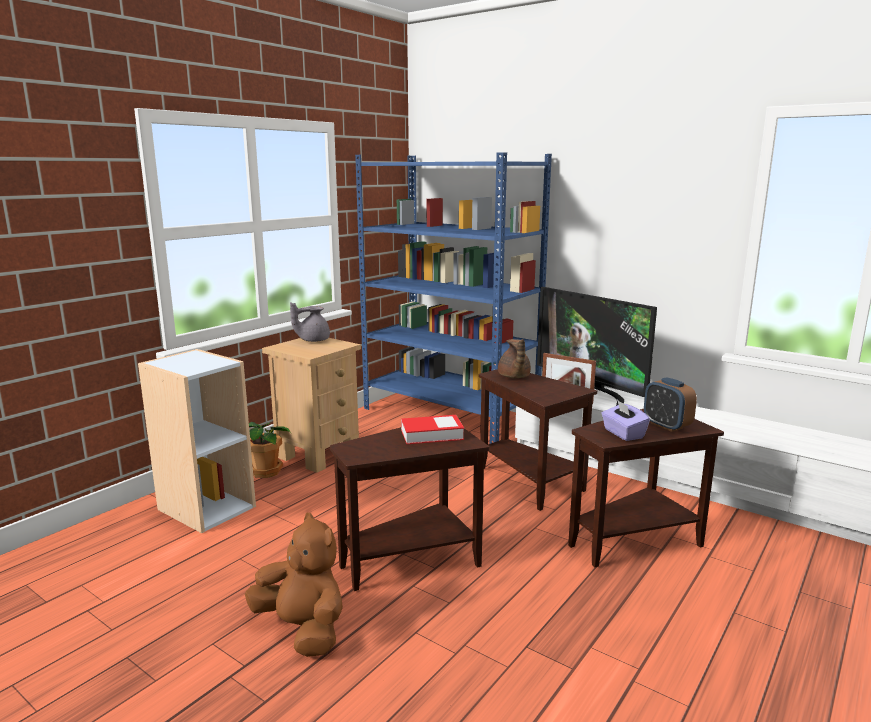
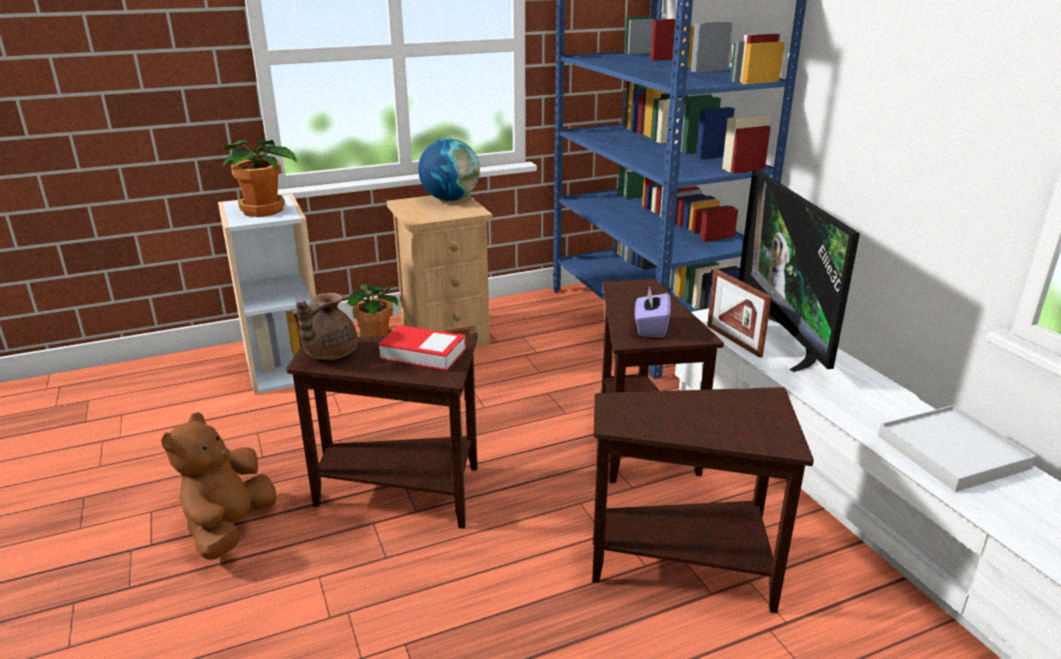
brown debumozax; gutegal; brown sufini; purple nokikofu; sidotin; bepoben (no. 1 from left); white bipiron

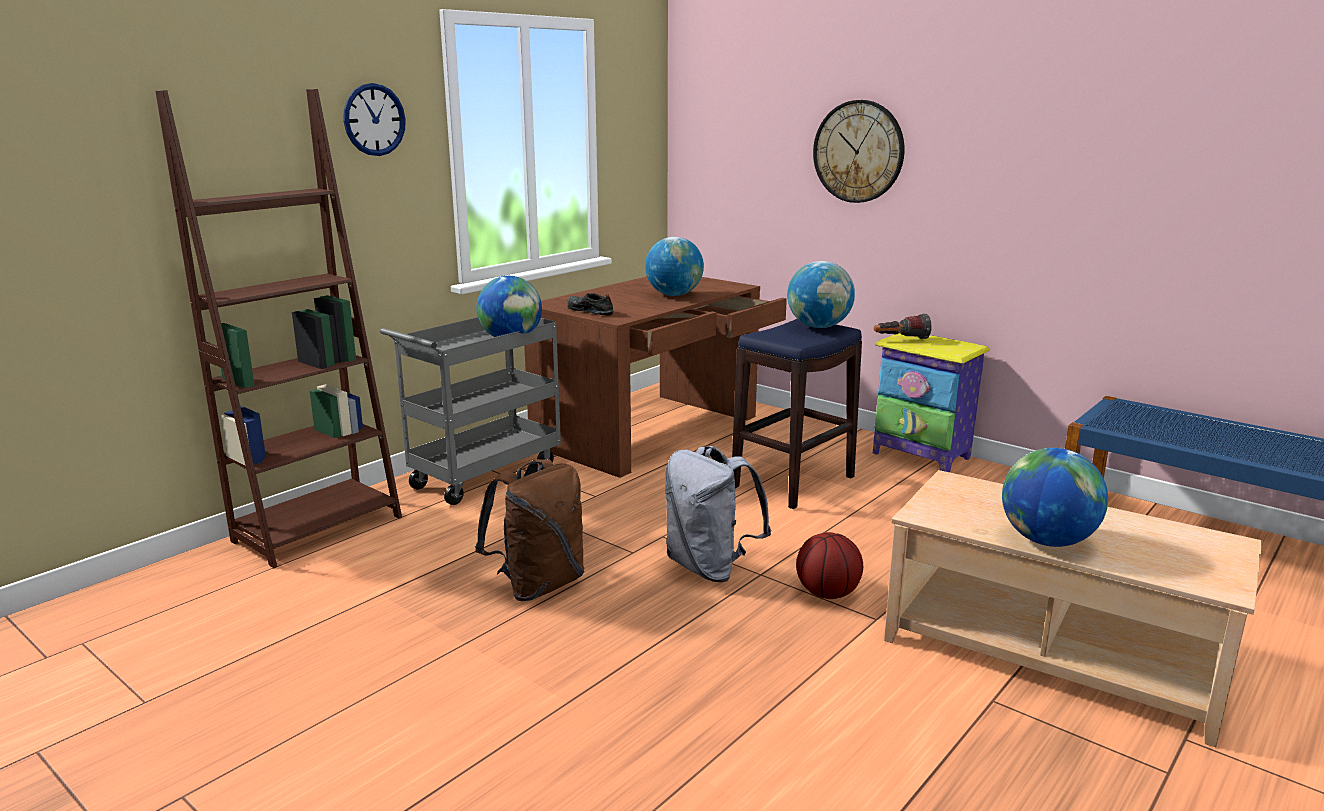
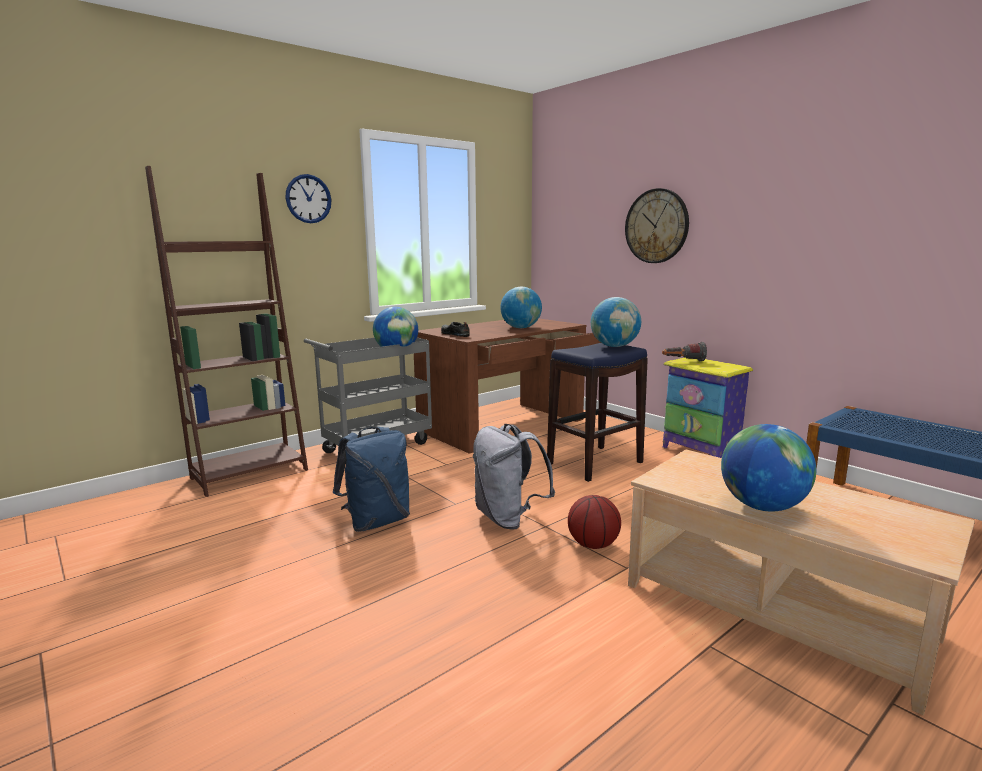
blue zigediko

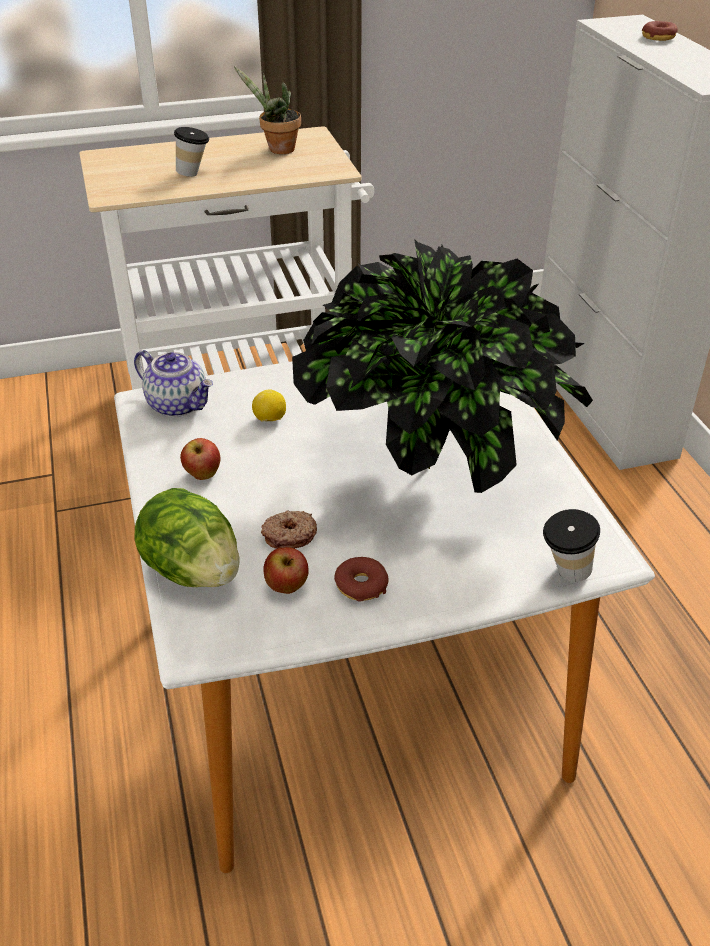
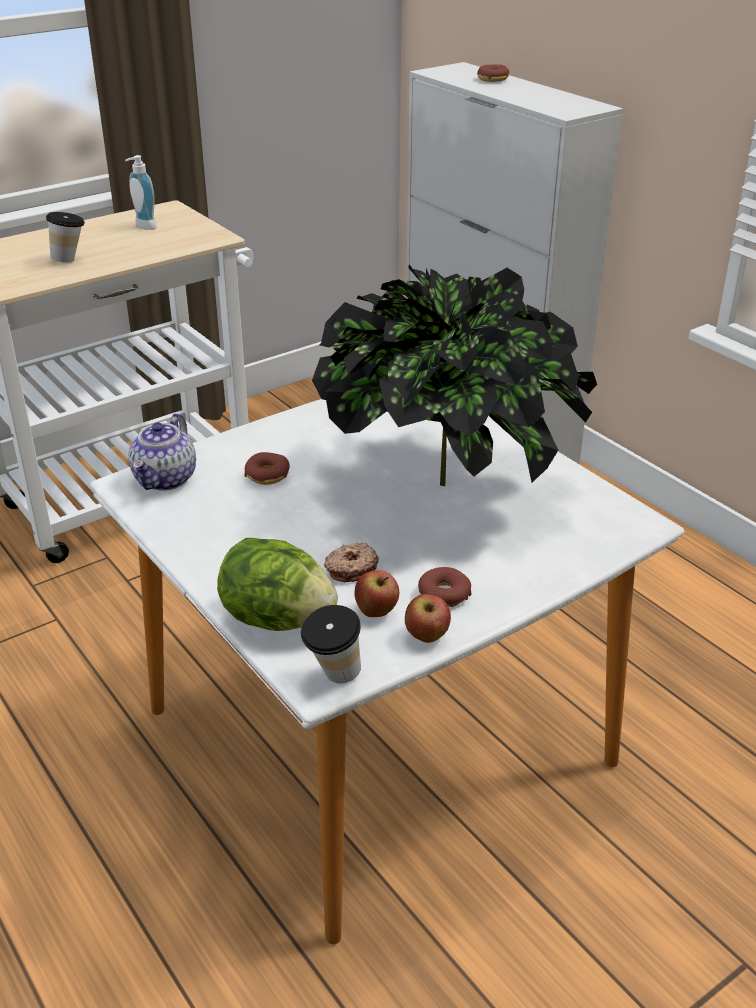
sufini; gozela (no. 2 from left); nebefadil; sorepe (no. 1 from left); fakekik (no. 2 from left)

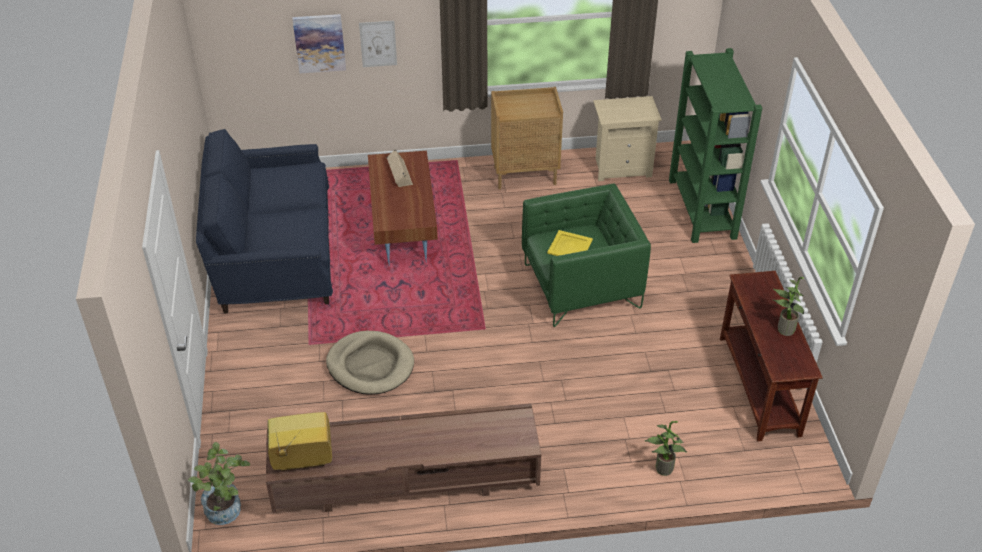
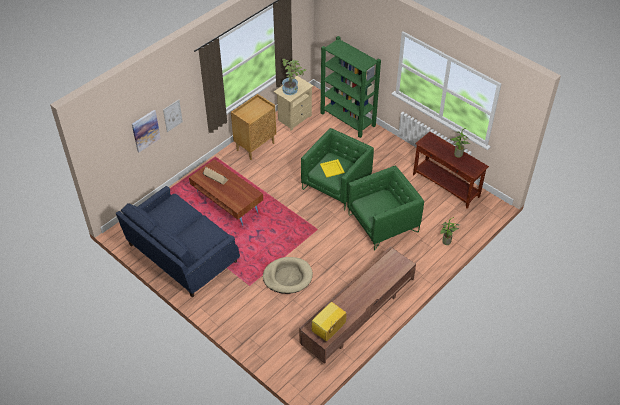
bepoben (no. 1 from left); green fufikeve (no. 2 from left)

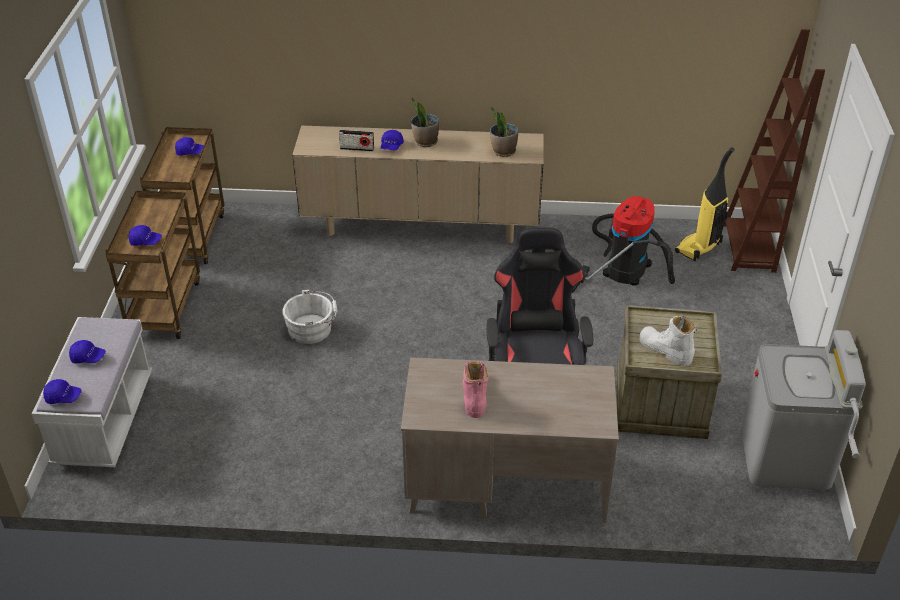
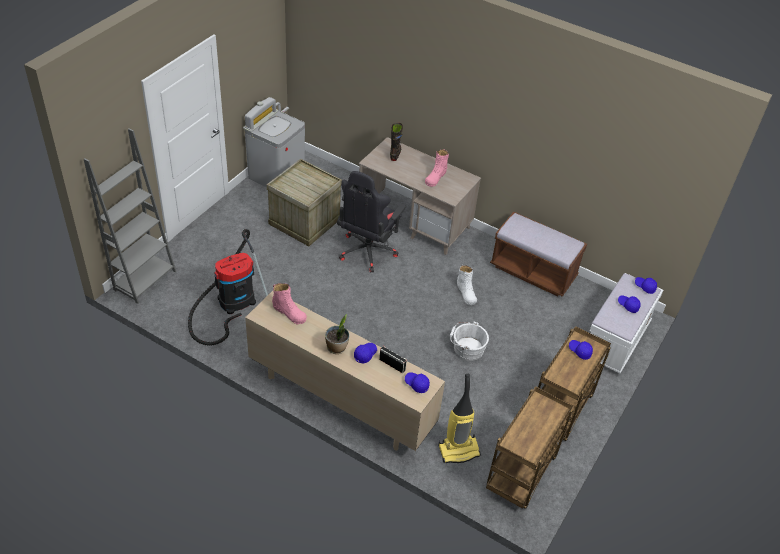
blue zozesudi (no. 2 from left); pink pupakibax (no. 1 from left); white pupakibax; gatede (no. 2 from left); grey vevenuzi; black pupakibax; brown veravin

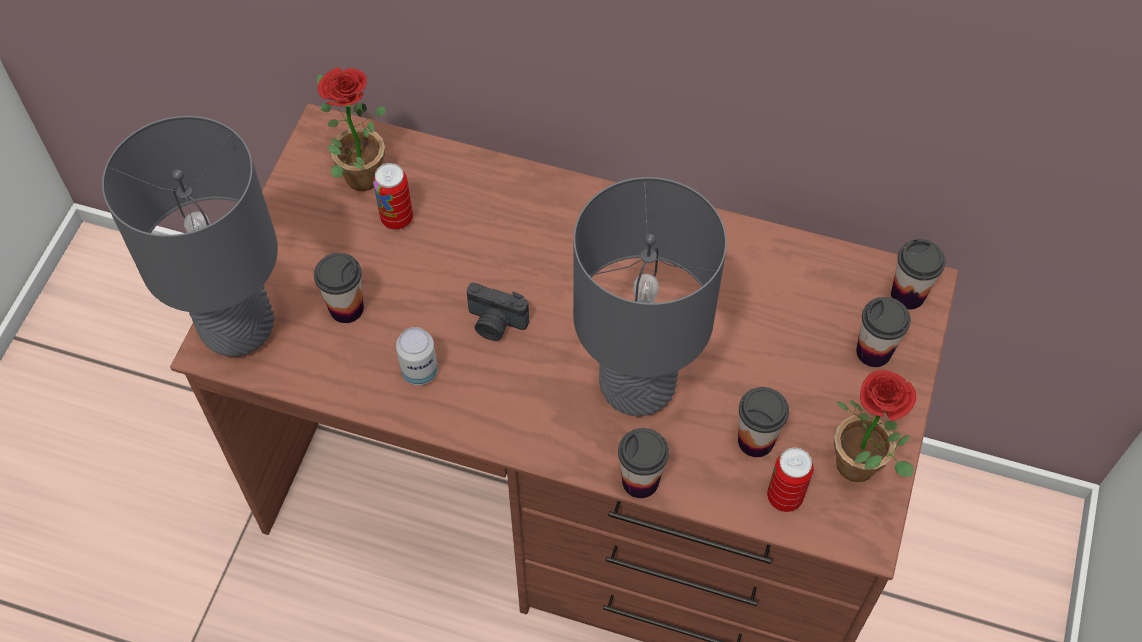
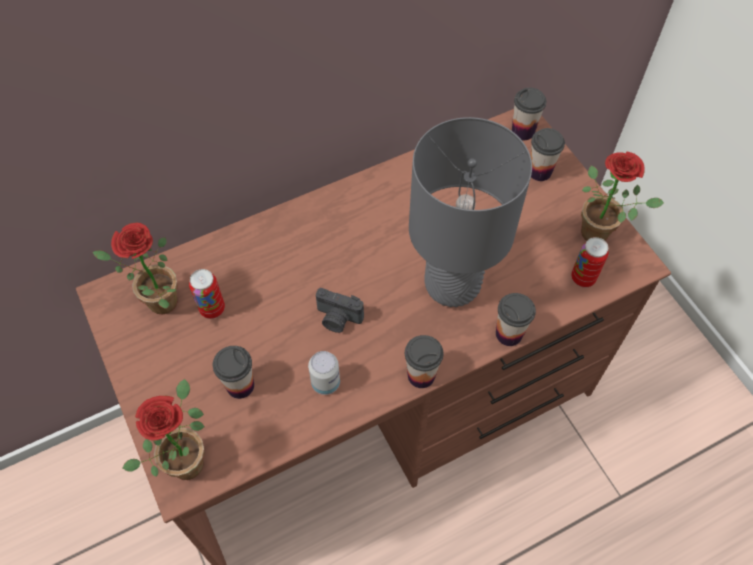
bepoben (no. 2 from left); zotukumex; fakekik (no. 2 from left)

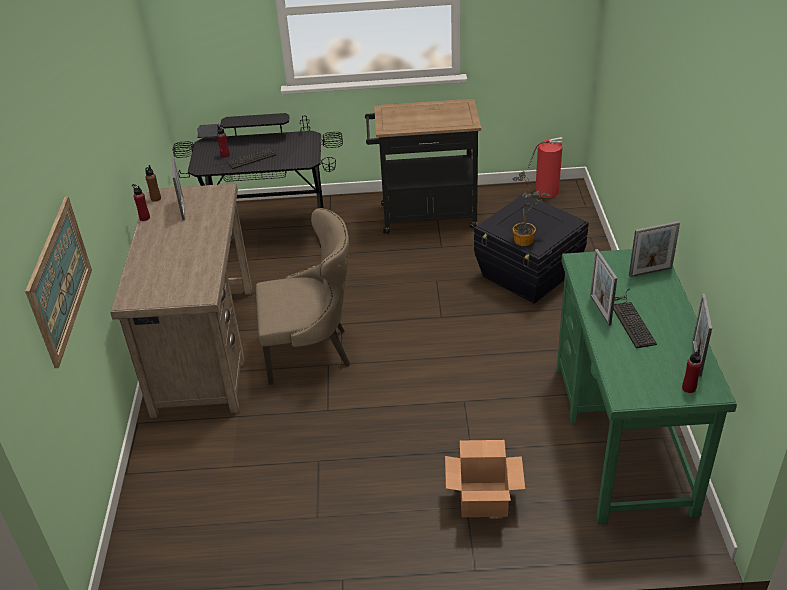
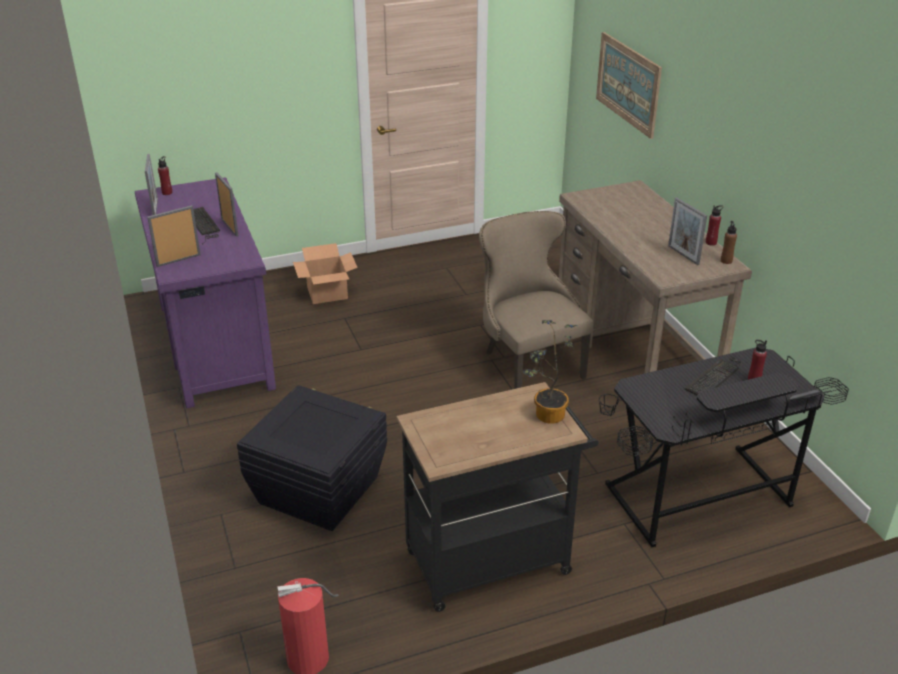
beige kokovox; bepoben; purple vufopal

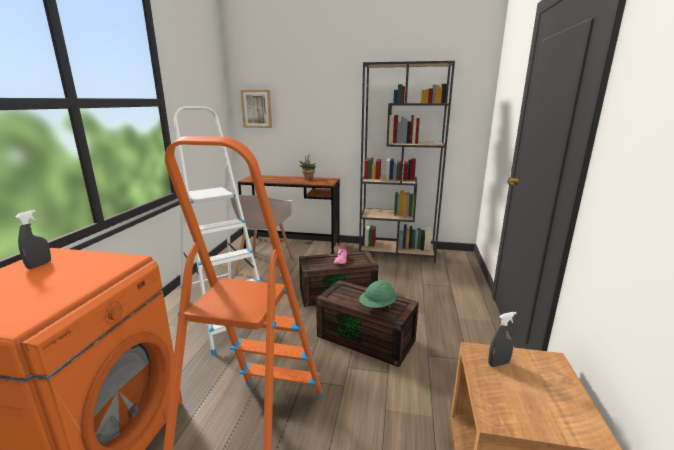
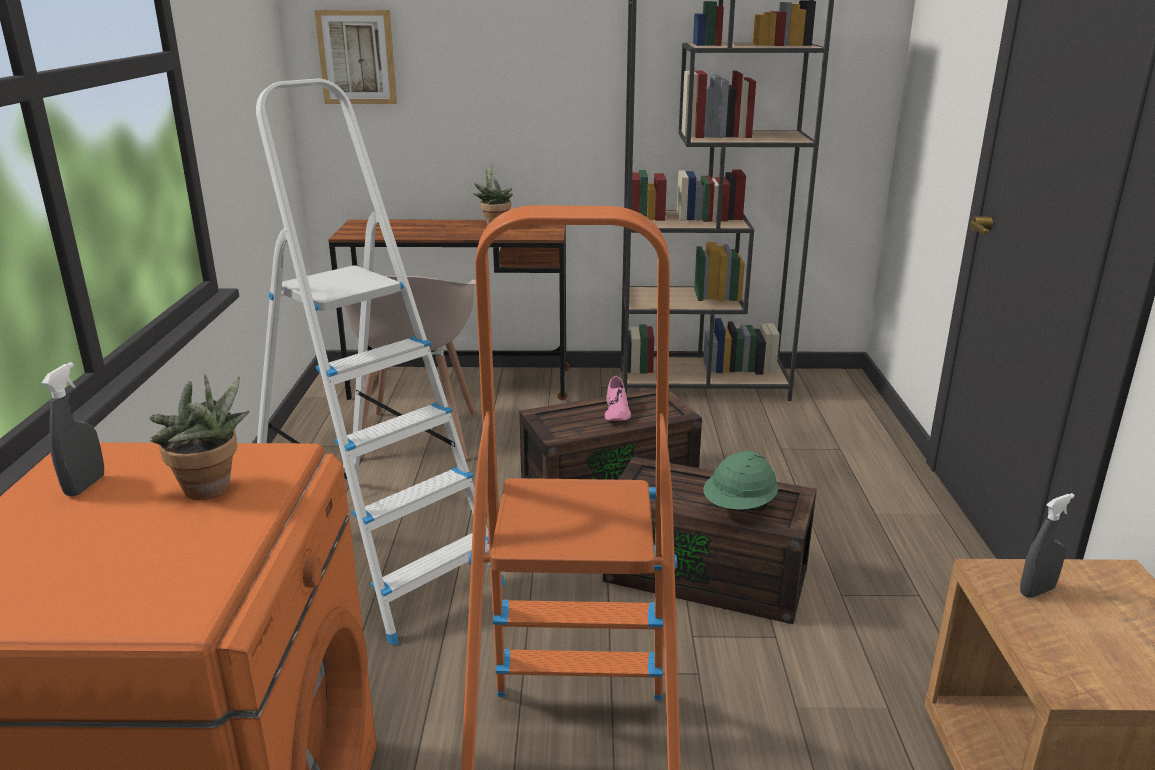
bepoben (no. 1 from left)

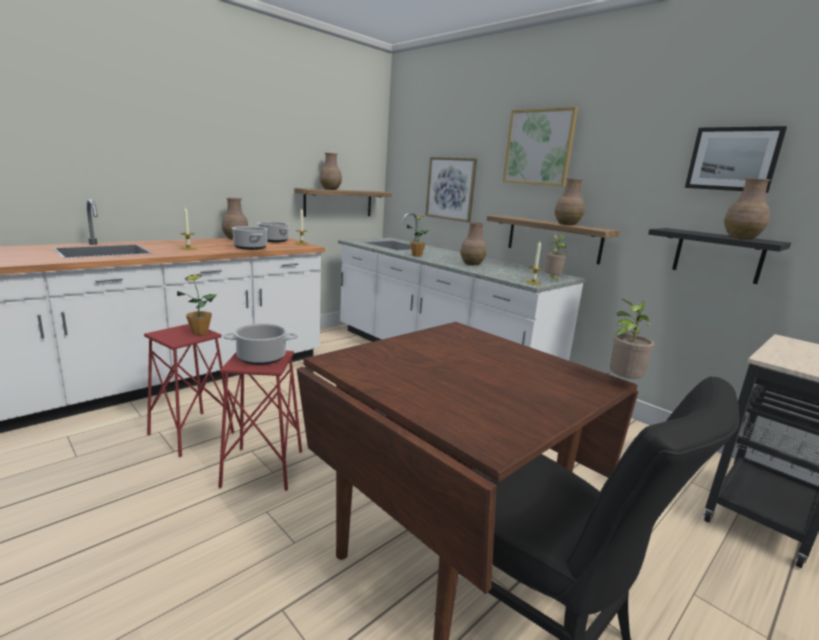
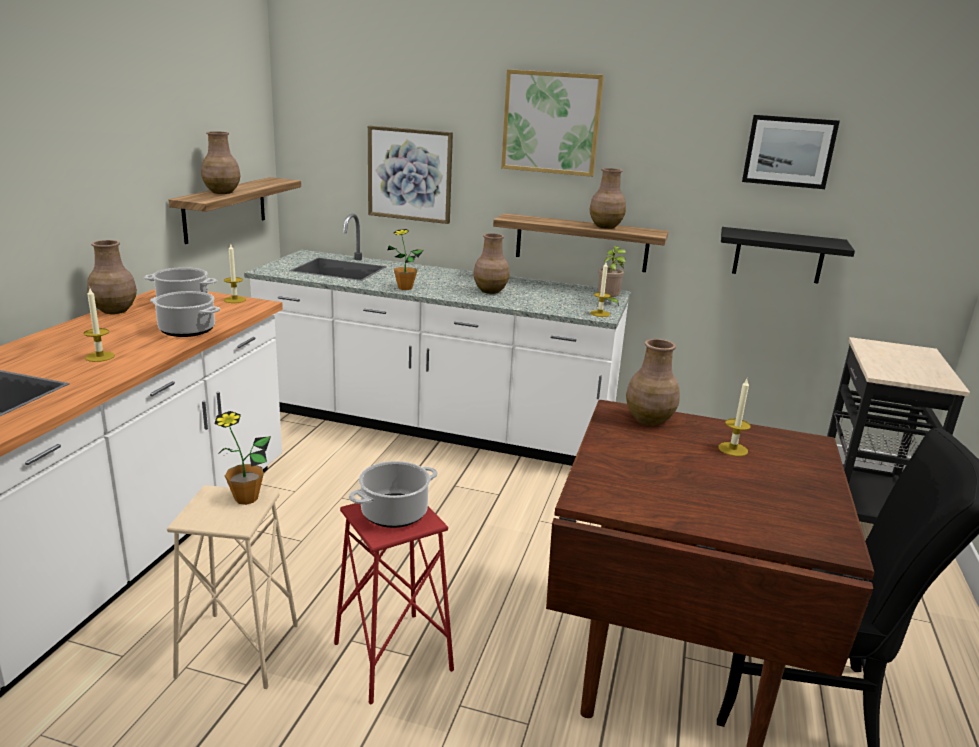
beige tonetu; bepoben (no. 4 from left in the first image); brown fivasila (no. 5 from left); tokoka (no. 4 from left)

